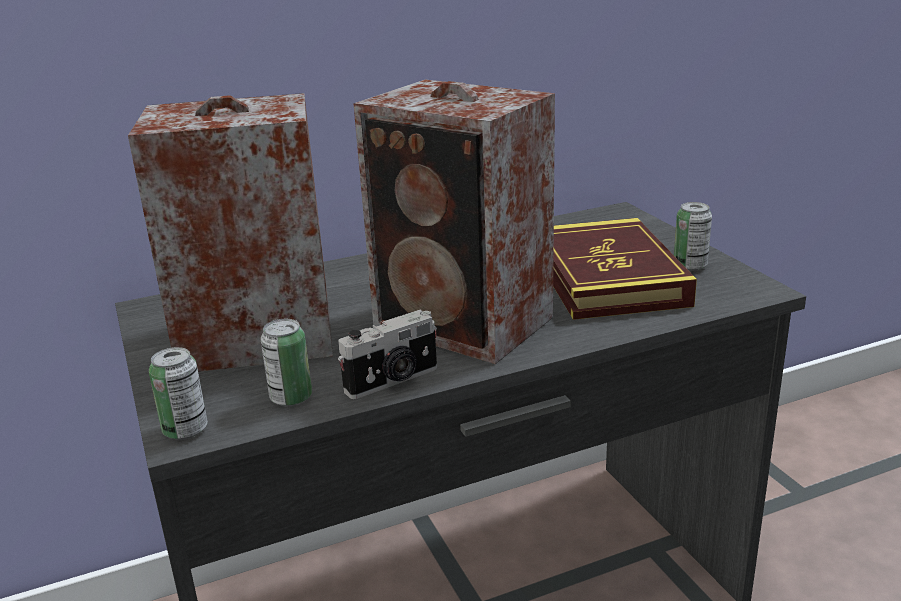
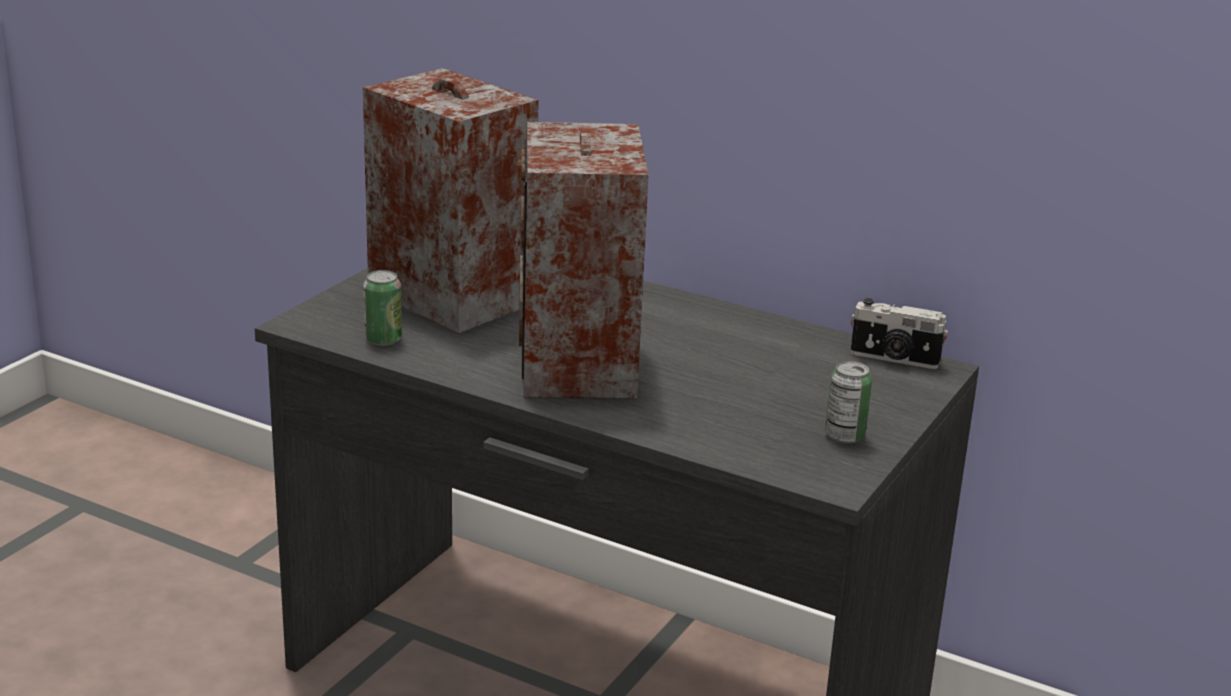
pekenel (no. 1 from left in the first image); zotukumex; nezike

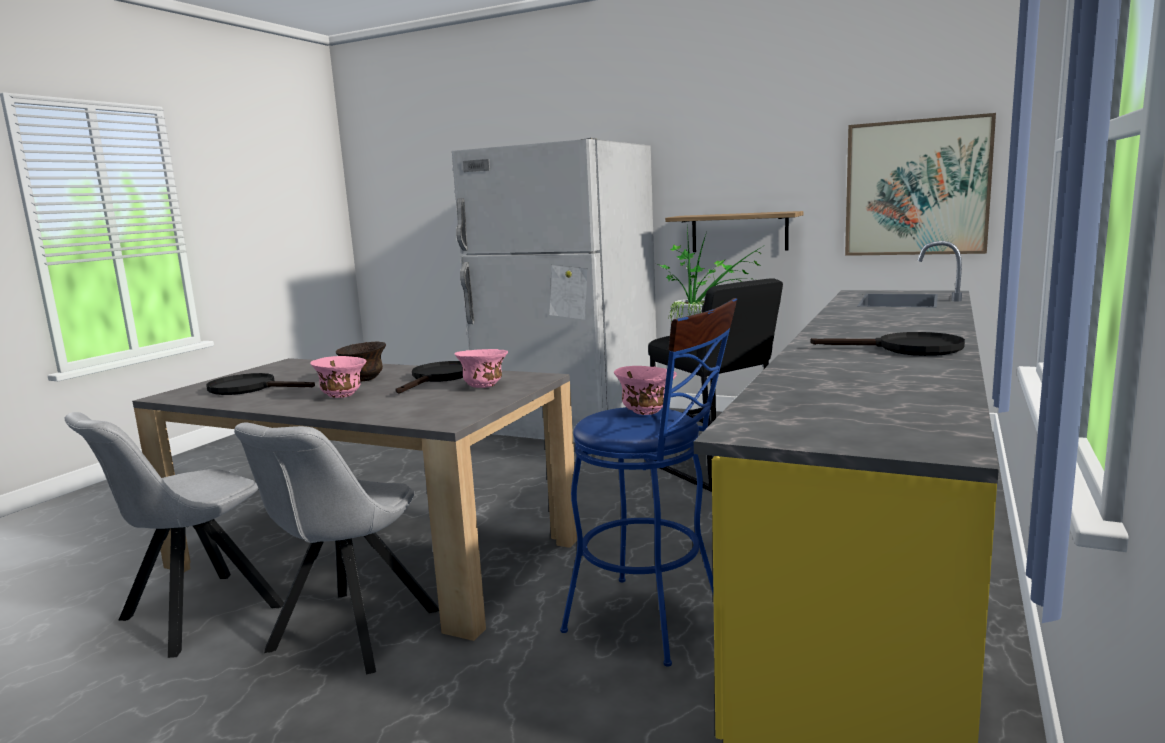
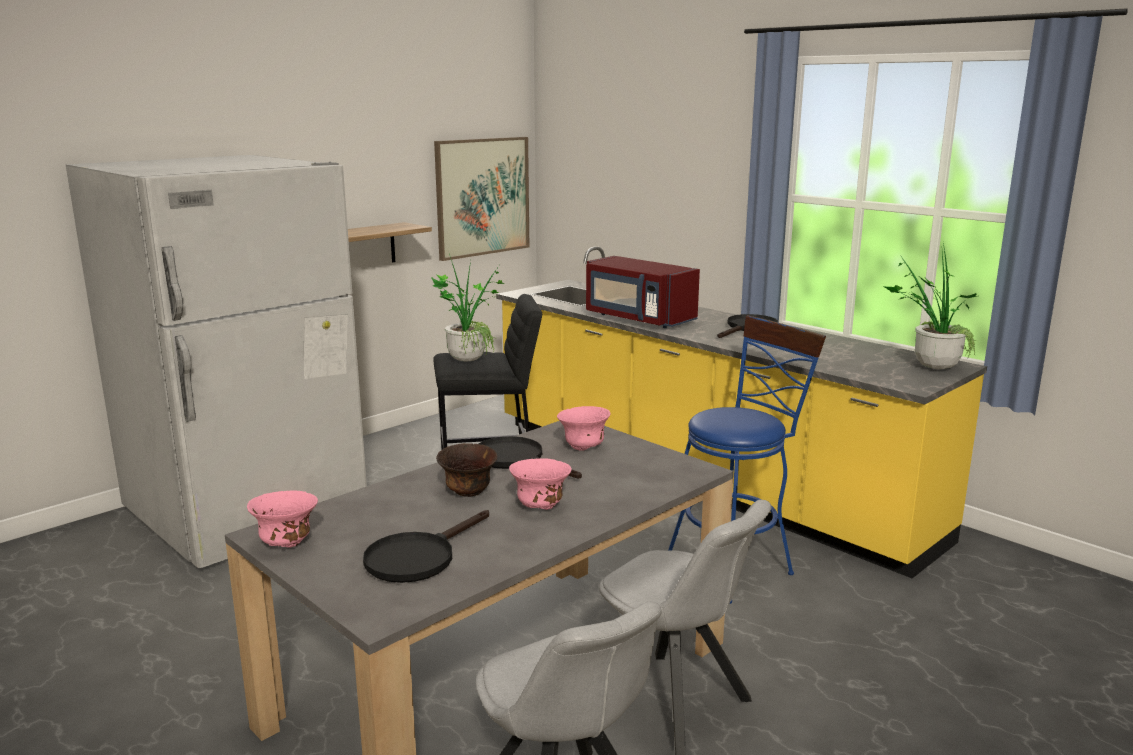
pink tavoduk (no. 1 from left); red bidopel; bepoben (no. 2 from left)

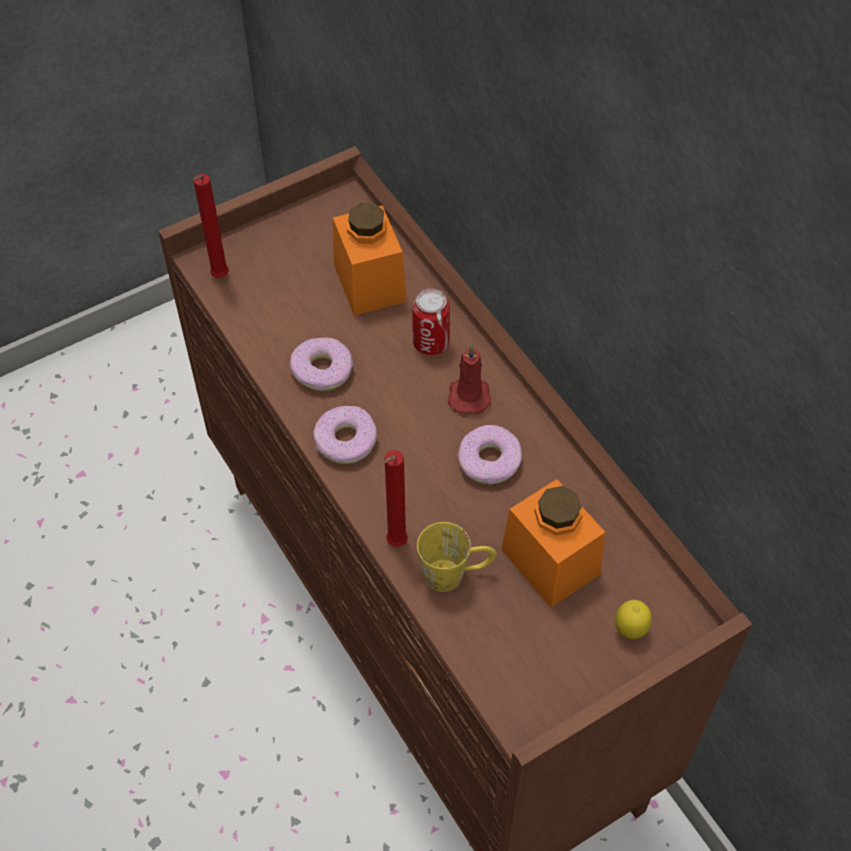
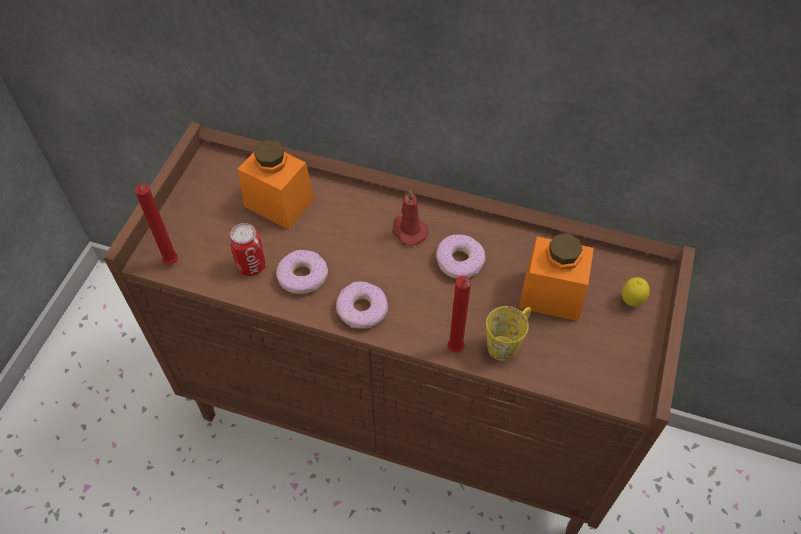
pekenel

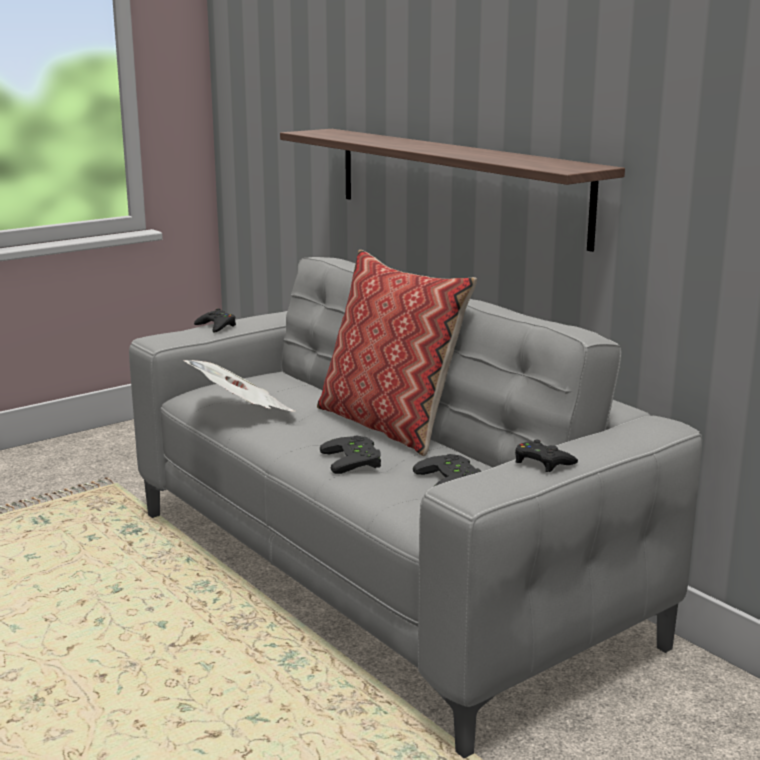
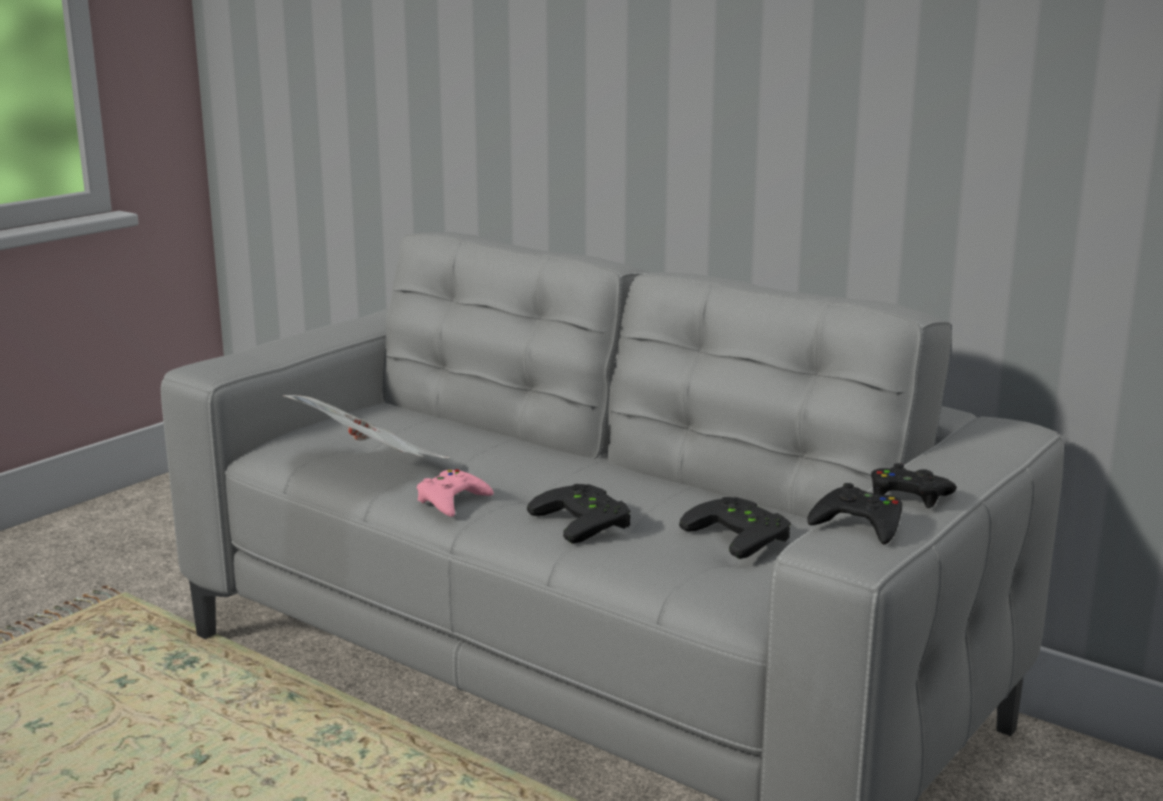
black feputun (no. 3 from left); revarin; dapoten; pink feputun

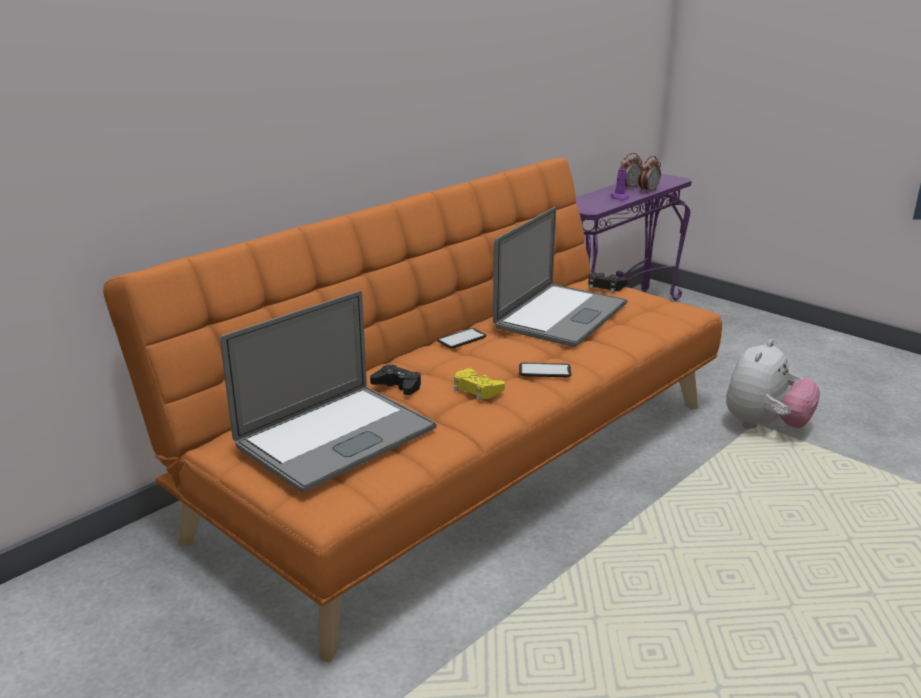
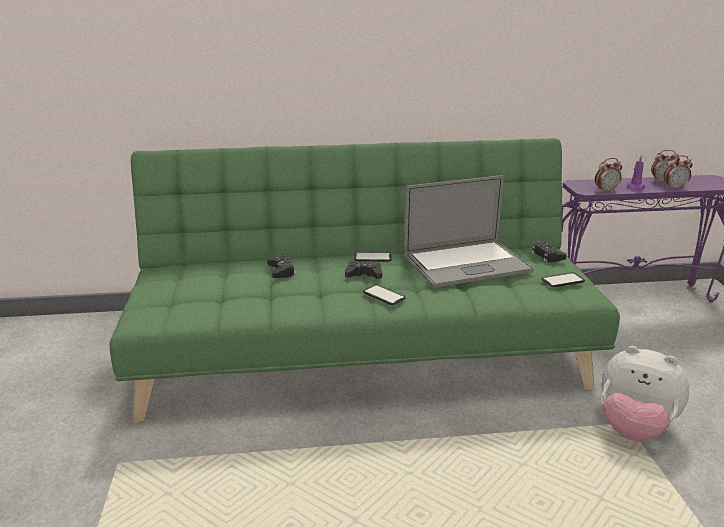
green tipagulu; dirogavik (no. 1 from left in the first image); yellow feputun; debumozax; black feputun (no. 2 from left); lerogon (no. 3 from left); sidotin (no. 1 from left)

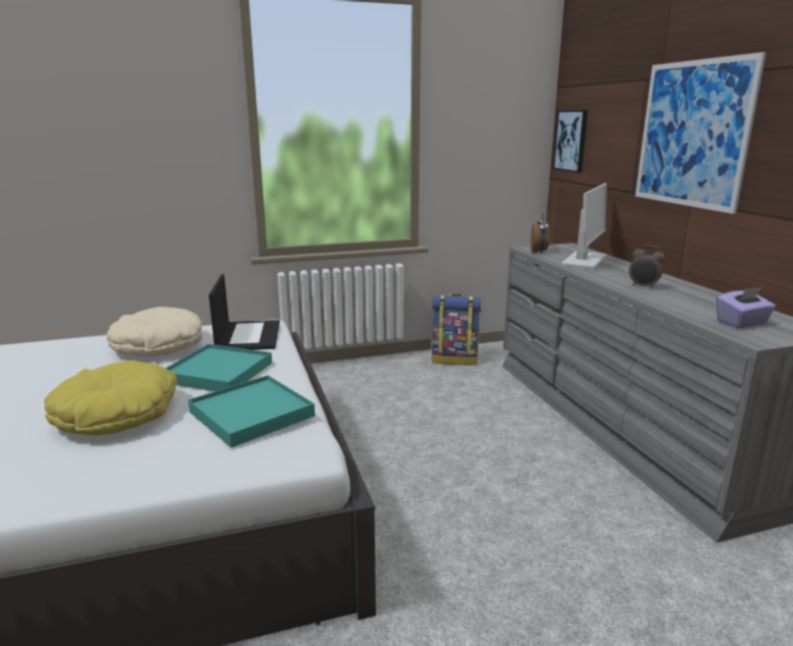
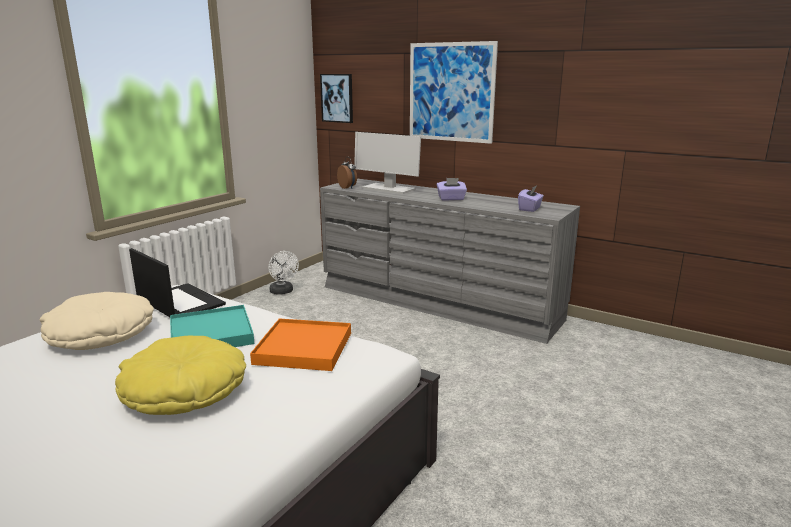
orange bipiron; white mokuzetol; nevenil; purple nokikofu (no. 1 from left)

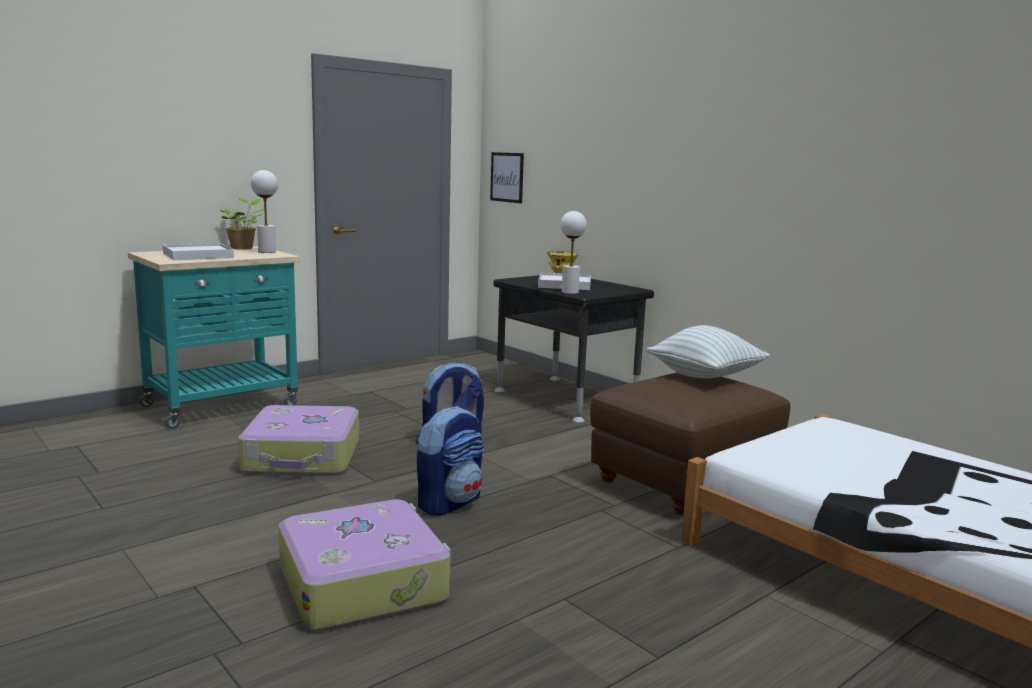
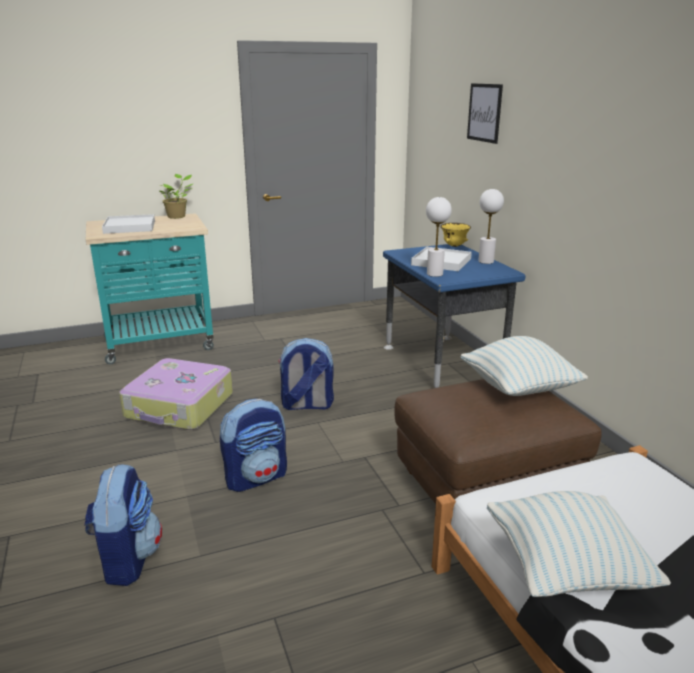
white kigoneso (no. 2 from left); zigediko (no. 1 from left); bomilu; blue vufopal; dapoten (no. 2 from left)

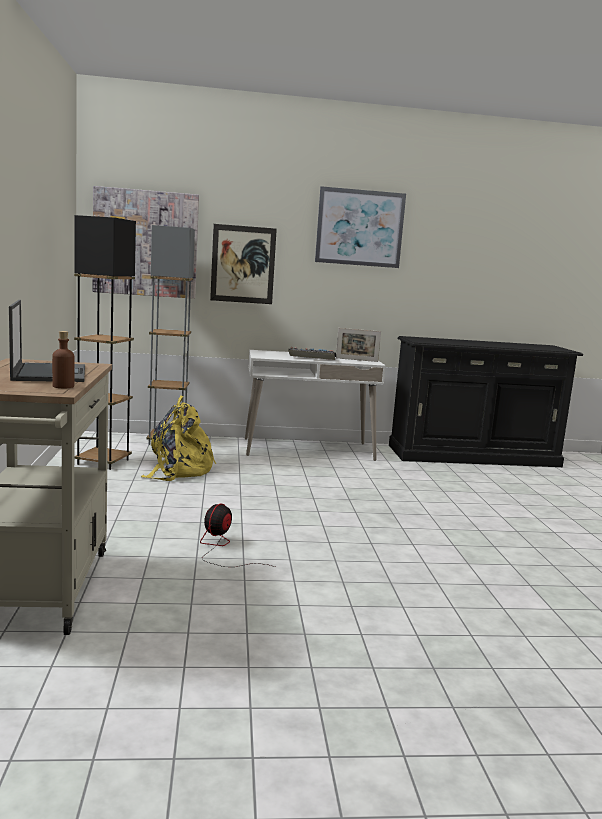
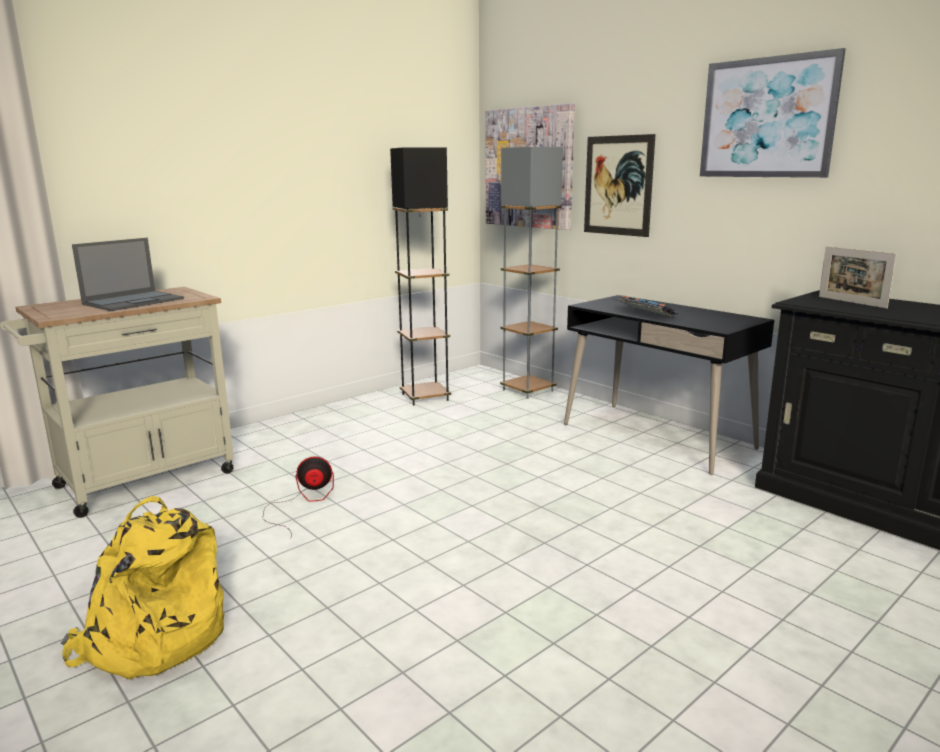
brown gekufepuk; yellow zigediko; black vufopal; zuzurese

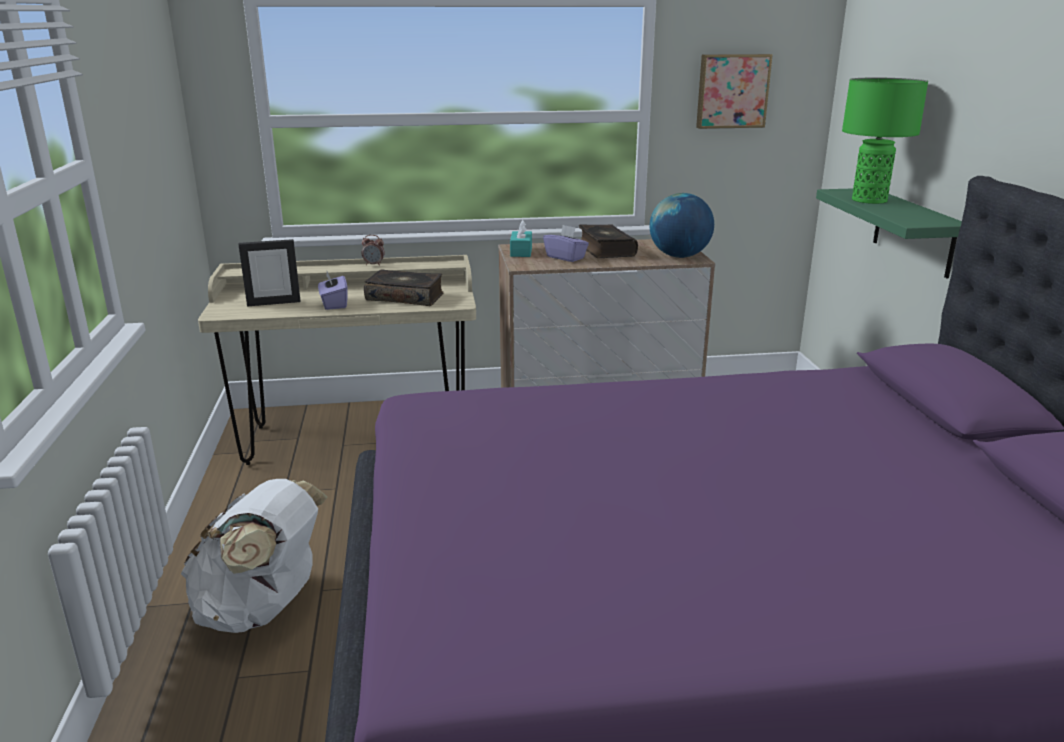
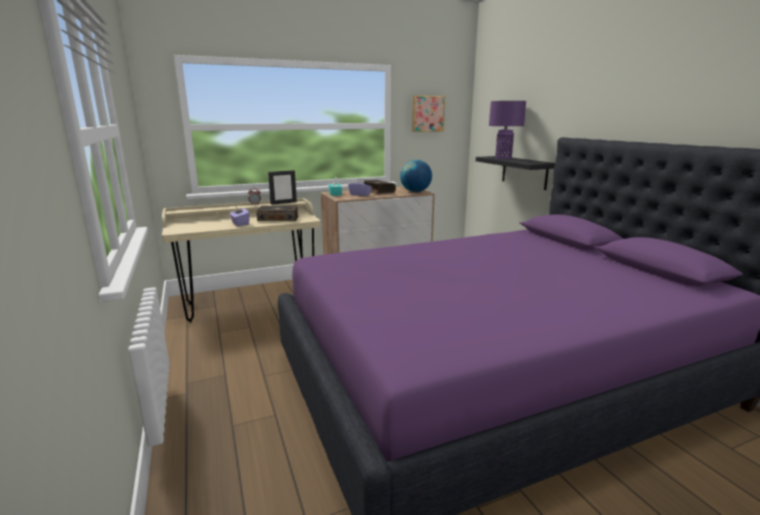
white zigediko; zuzurese; black revarin; purple kigoneso

